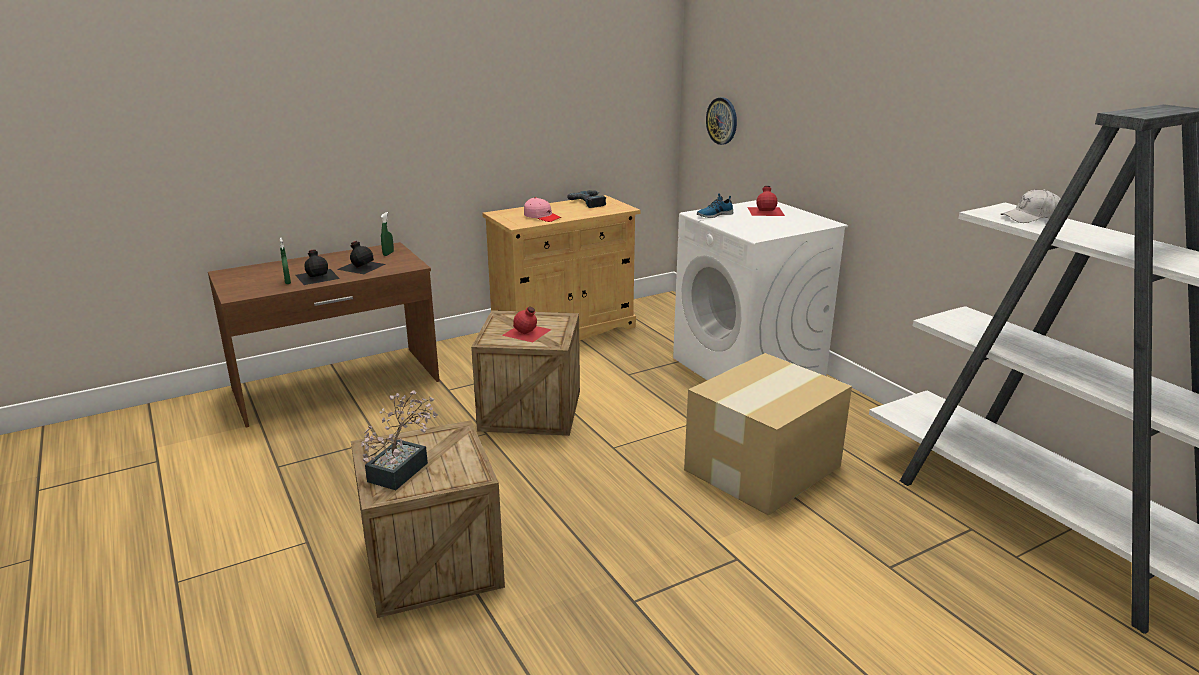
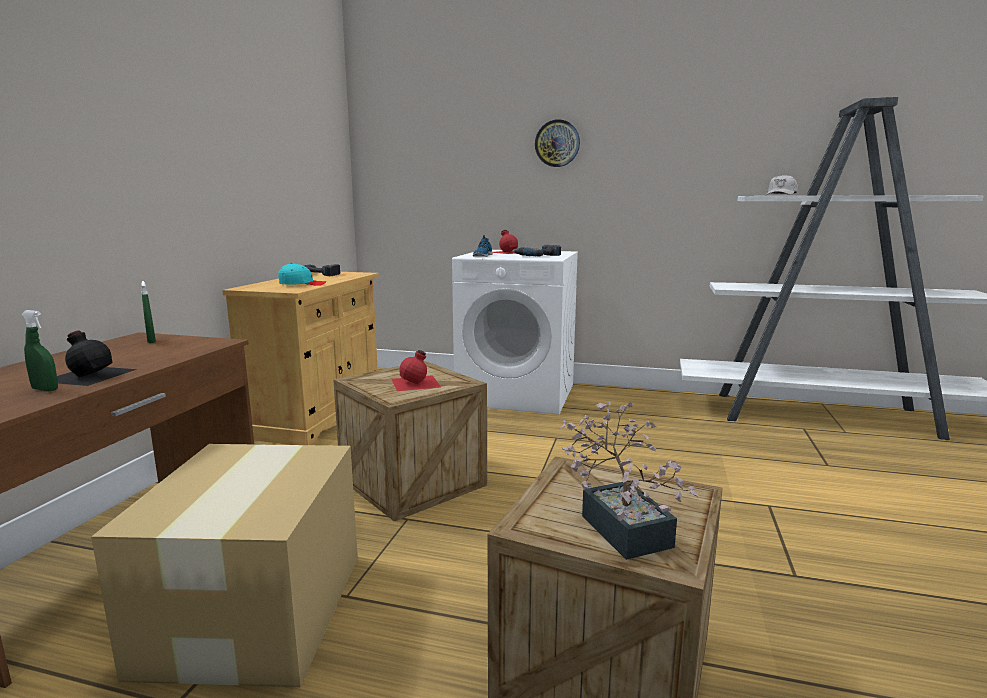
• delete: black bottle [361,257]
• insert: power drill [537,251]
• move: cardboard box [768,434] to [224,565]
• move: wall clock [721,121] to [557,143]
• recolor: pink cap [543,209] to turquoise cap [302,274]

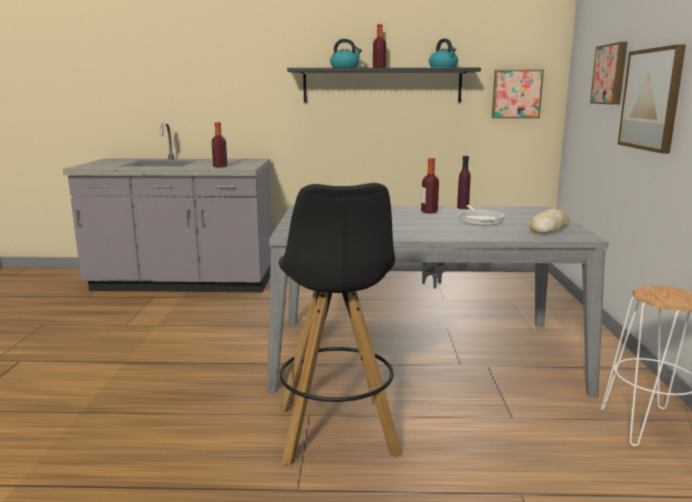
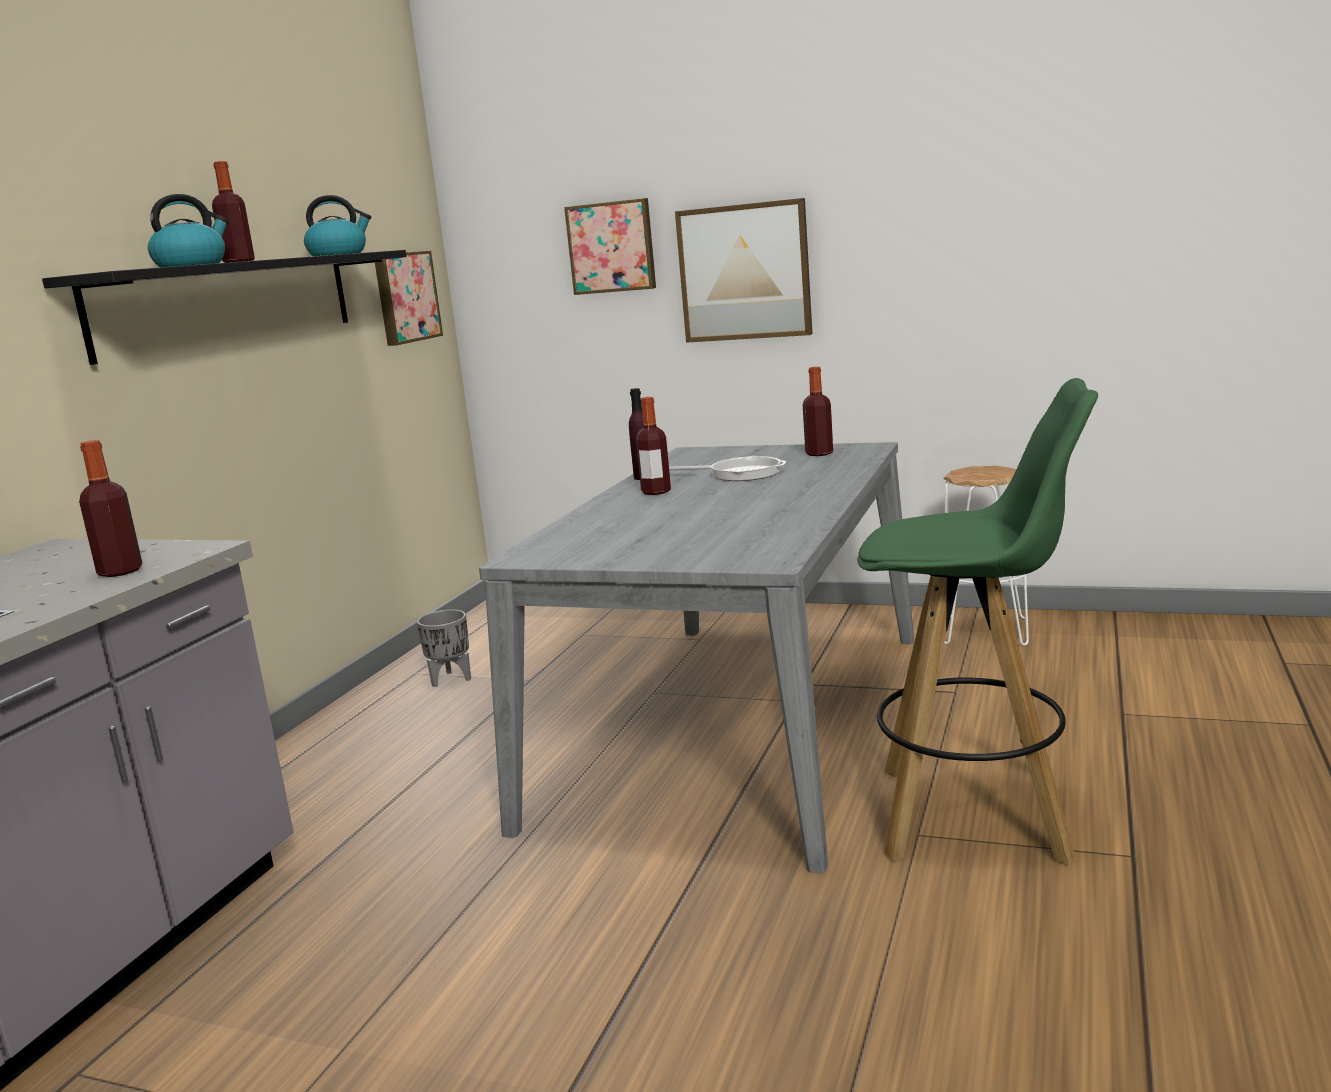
• replace: bread [549,221] to bottle [818,411]
• recolor: black stool [340,324] to green stool [977,621]

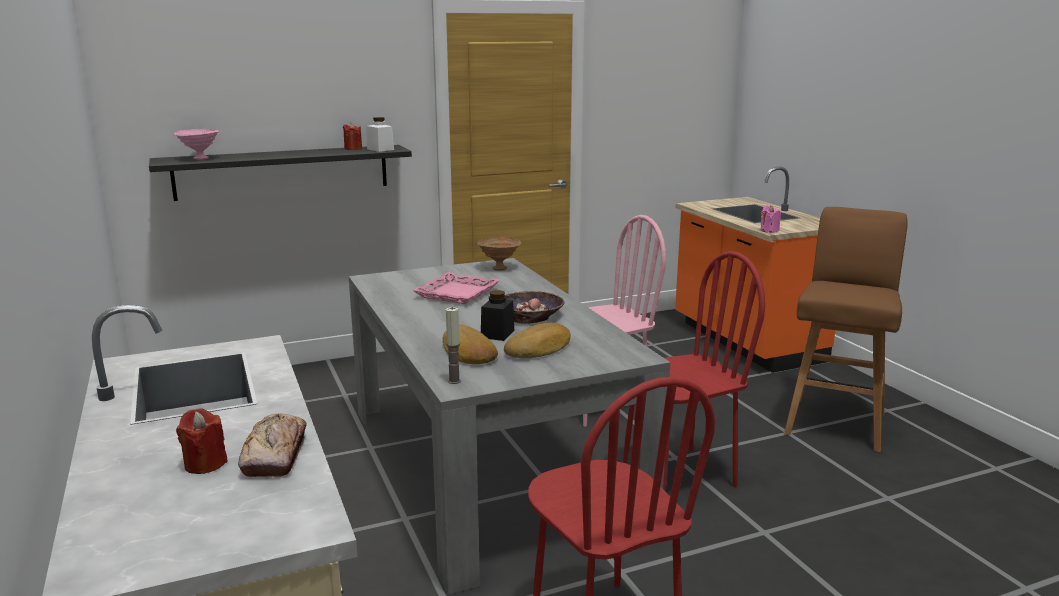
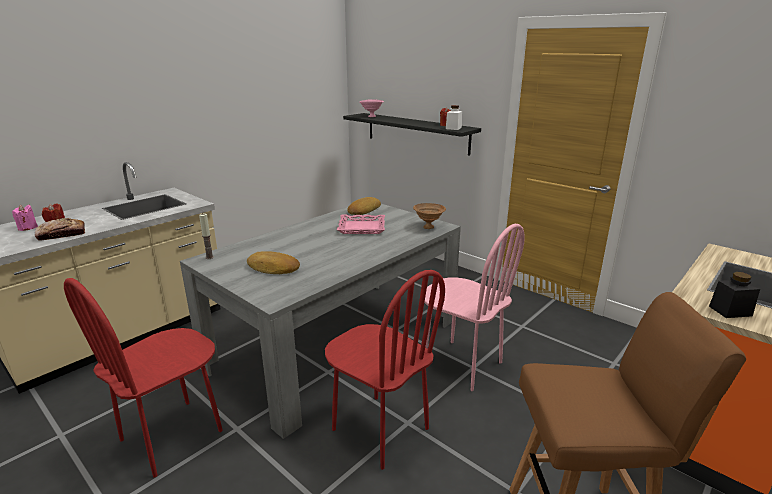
• delete: bowl [534,307]
• move: bread [470,344] to [364,206]
• move: black jar [497,315] to [734,295]
• move: pink candle [771,219] to [25,218]

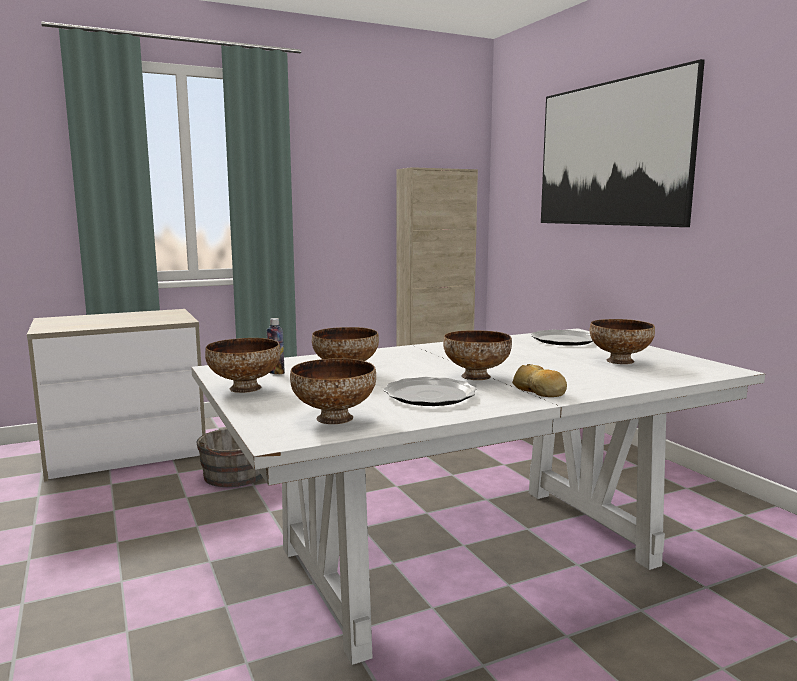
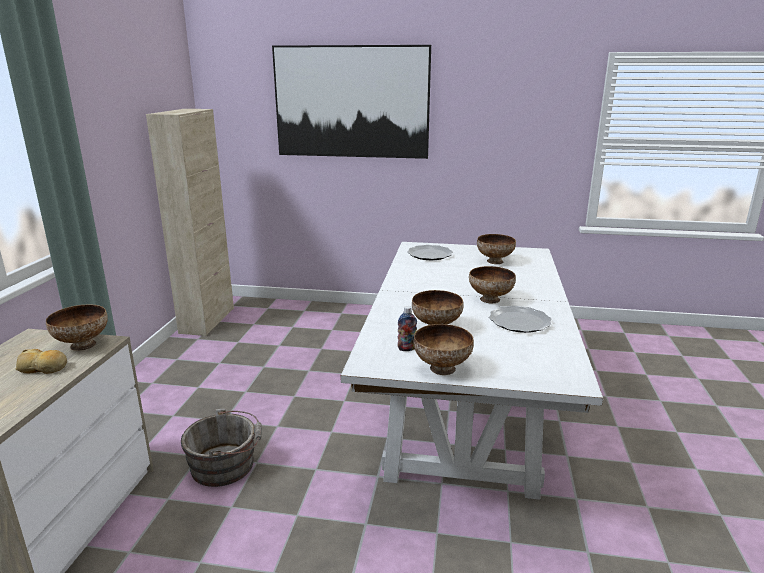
• move: bowl [333,391] to [77,328]
• move: bread [539,380] to [41,361]

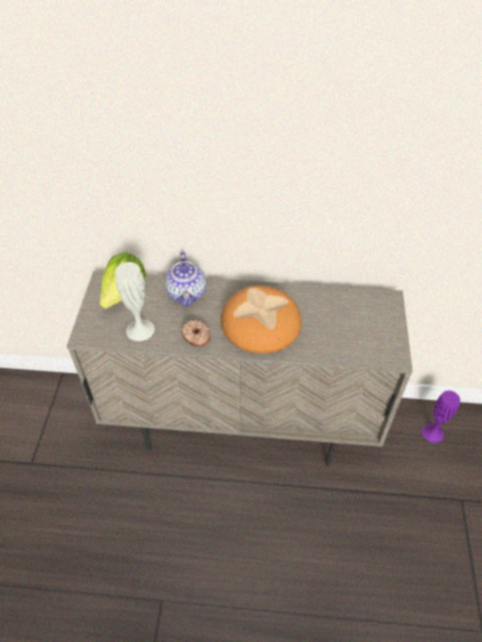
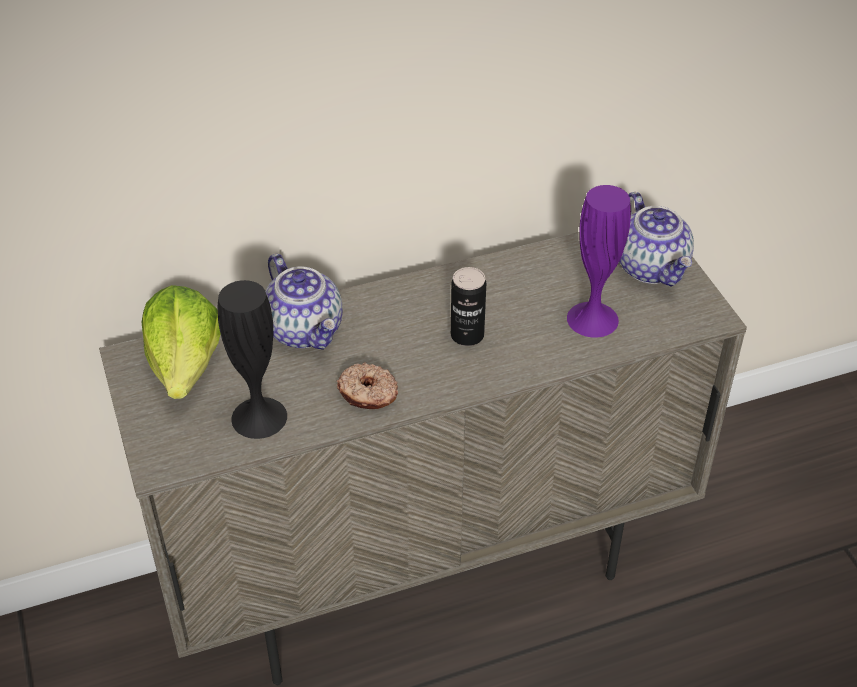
• insert: teapot [656,239]
• move: purple vase [441,417] to [599,261]
• replace: bread [261,319] to can [468,306]
• recolor: white vase [134,301] to black vase [252,359]

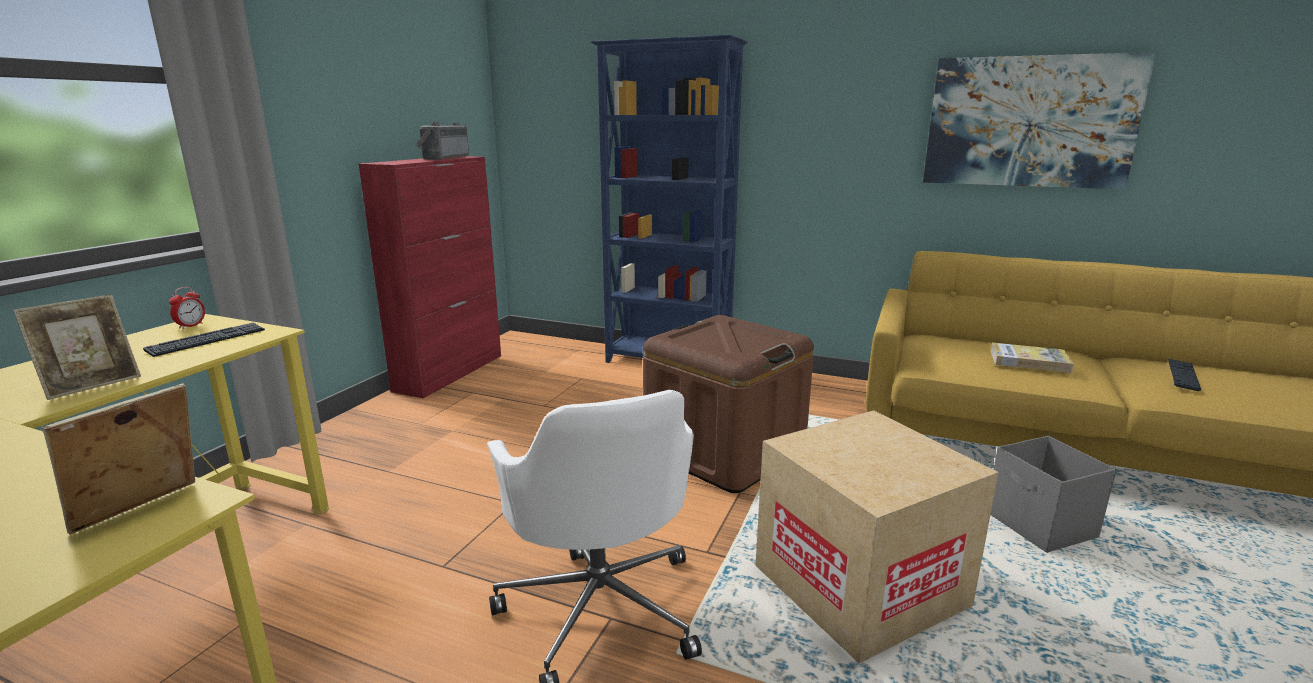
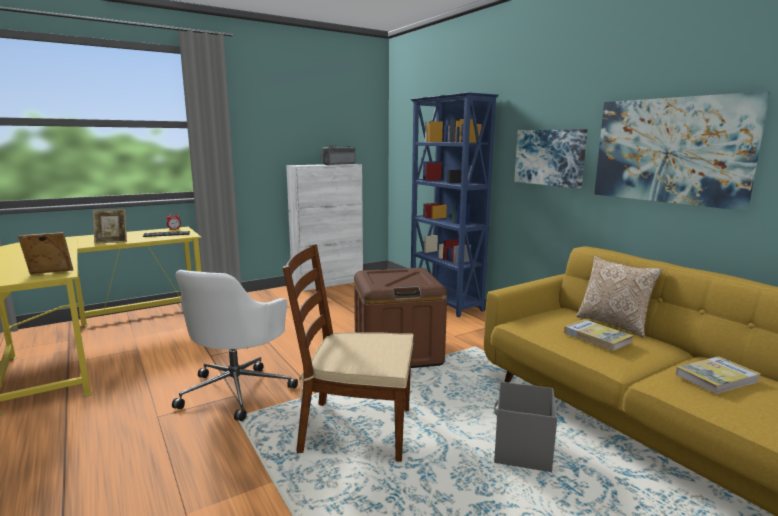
• insert: picture [550,158]
• insert: pillow [619,297]
• replace: cardboard box [877,536] to brown chair [348,352]
• replace: keyboard [1184,375] to book [718,375]
• recolor: red cabinet [430,277] to white cabinet [324,227]

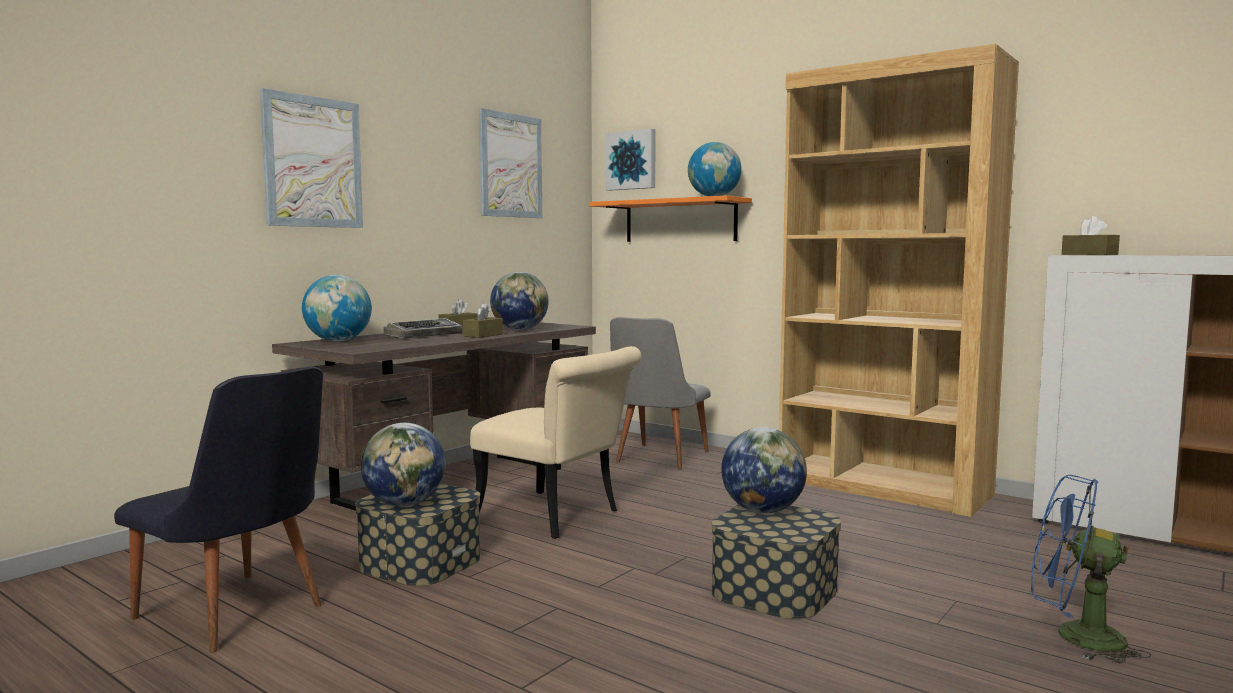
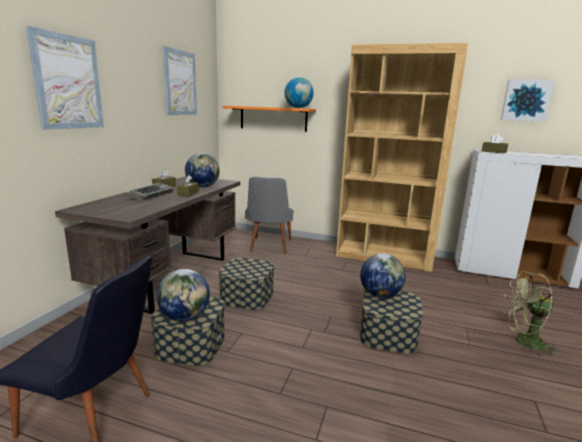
• delete: globe [337,308]
• move: picture [631,160] to [528,100]
• replace: beige chair [555,442] to storage box [246,284]
• recolor: blue fan [1091,569] to green fan [531,313]

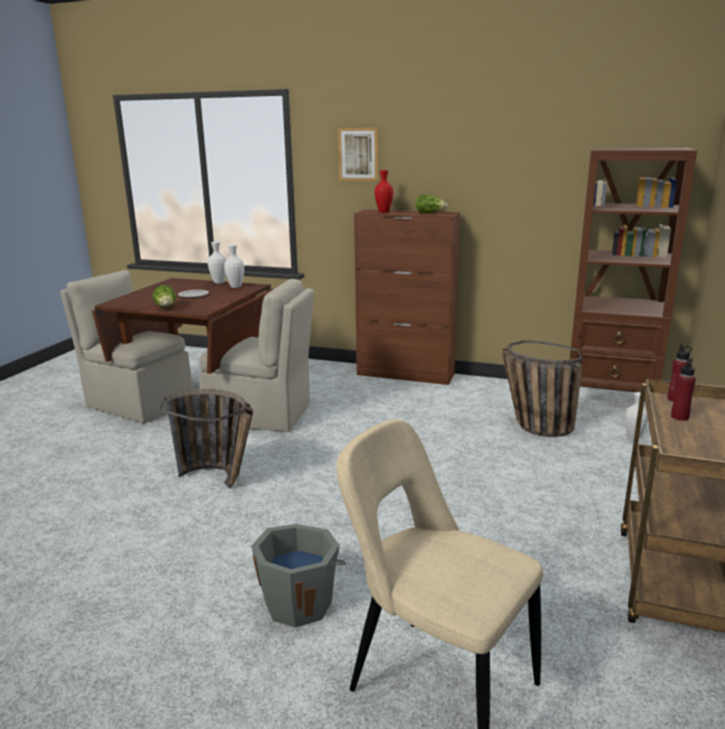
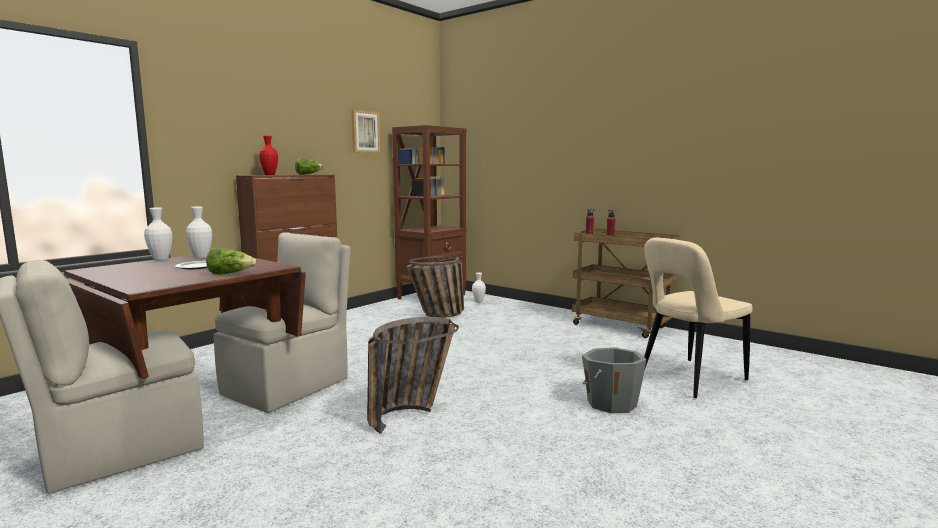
• move: picture [358,154] to [365,131]

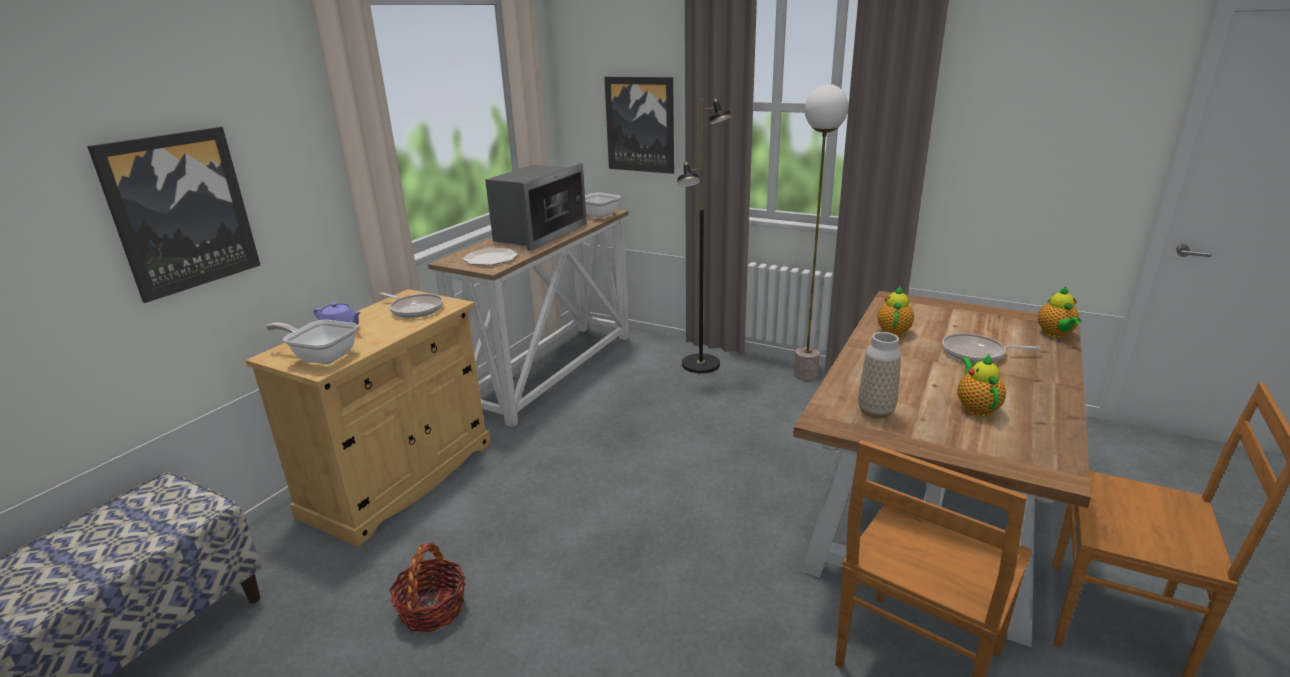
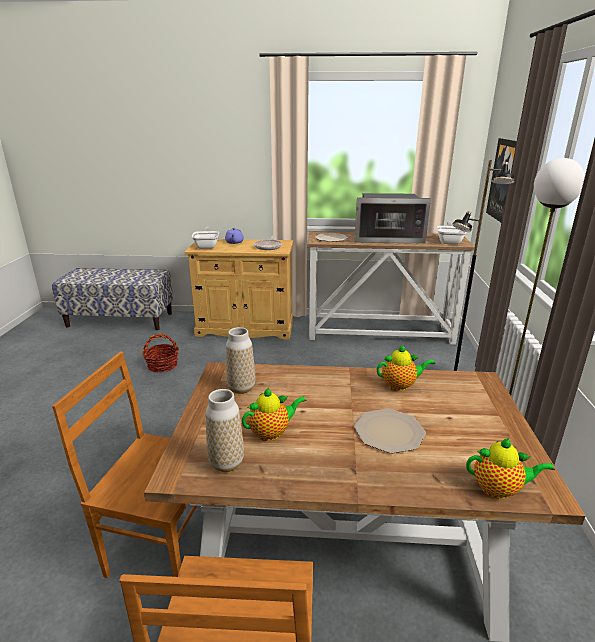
• delete: picture [173,215]
• insert: vase [225,430]
• replace: frying pan [991,348] to plate [390,431]
• rotate: teapot [1060,312] = [510,468] 150 degrees counterclockwise

